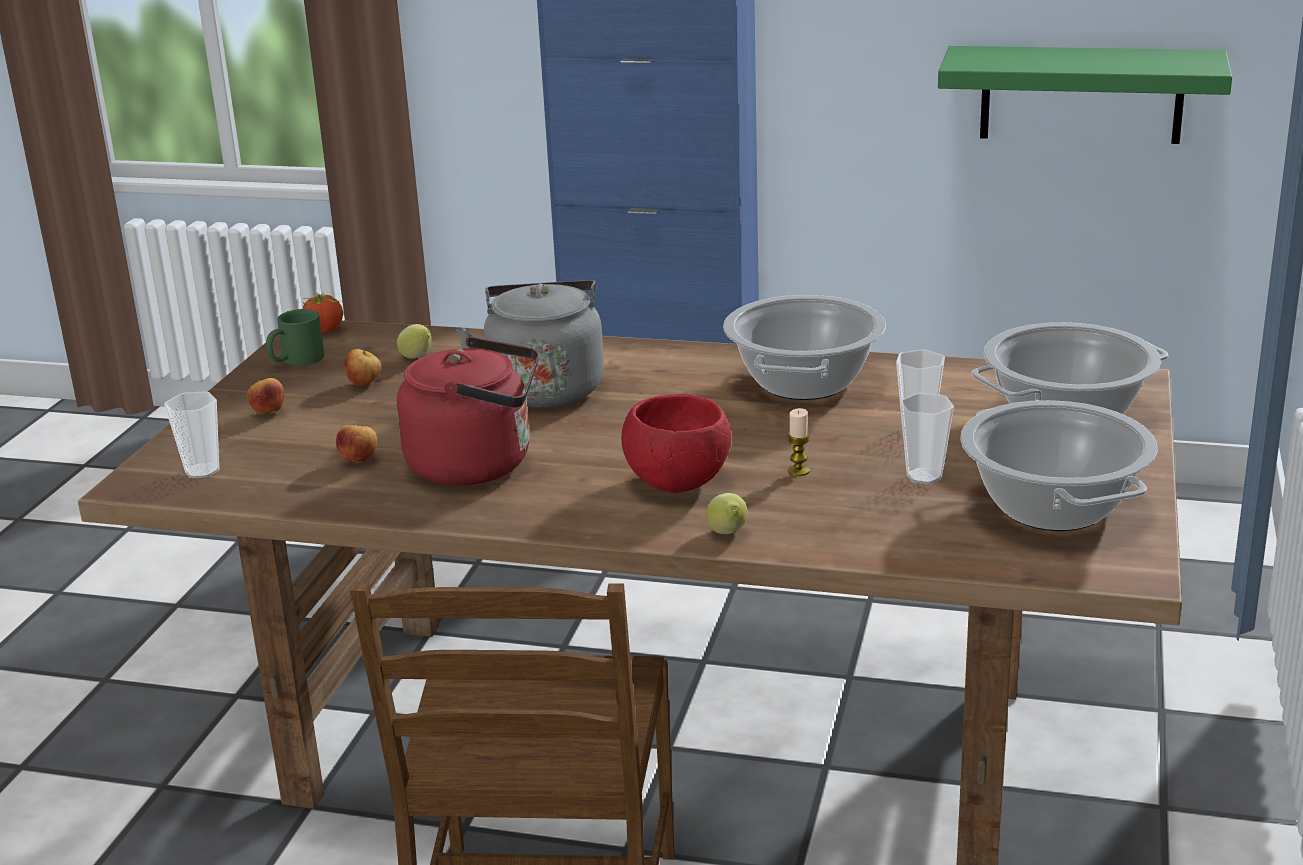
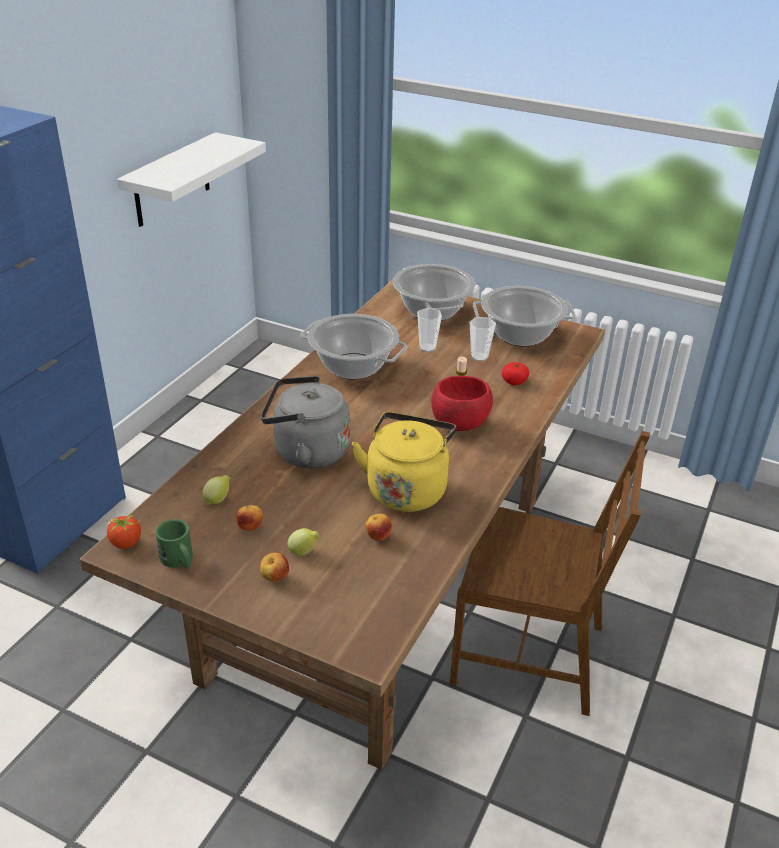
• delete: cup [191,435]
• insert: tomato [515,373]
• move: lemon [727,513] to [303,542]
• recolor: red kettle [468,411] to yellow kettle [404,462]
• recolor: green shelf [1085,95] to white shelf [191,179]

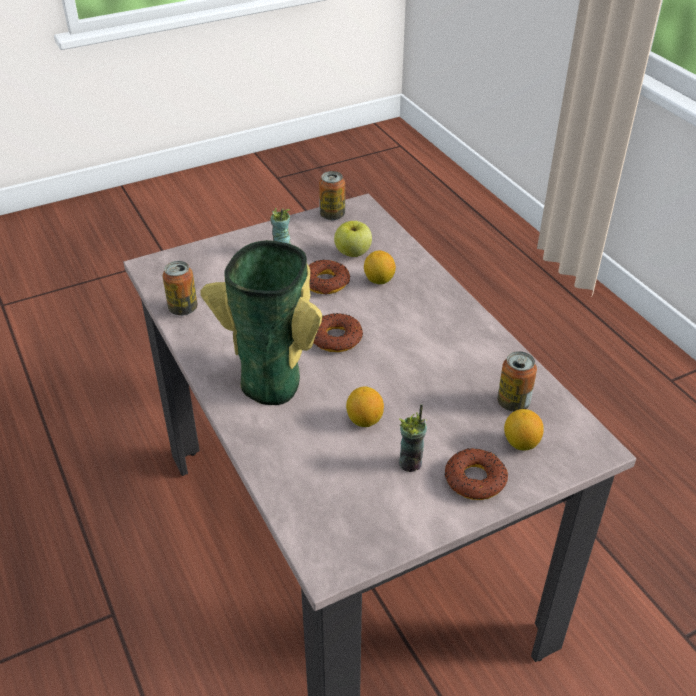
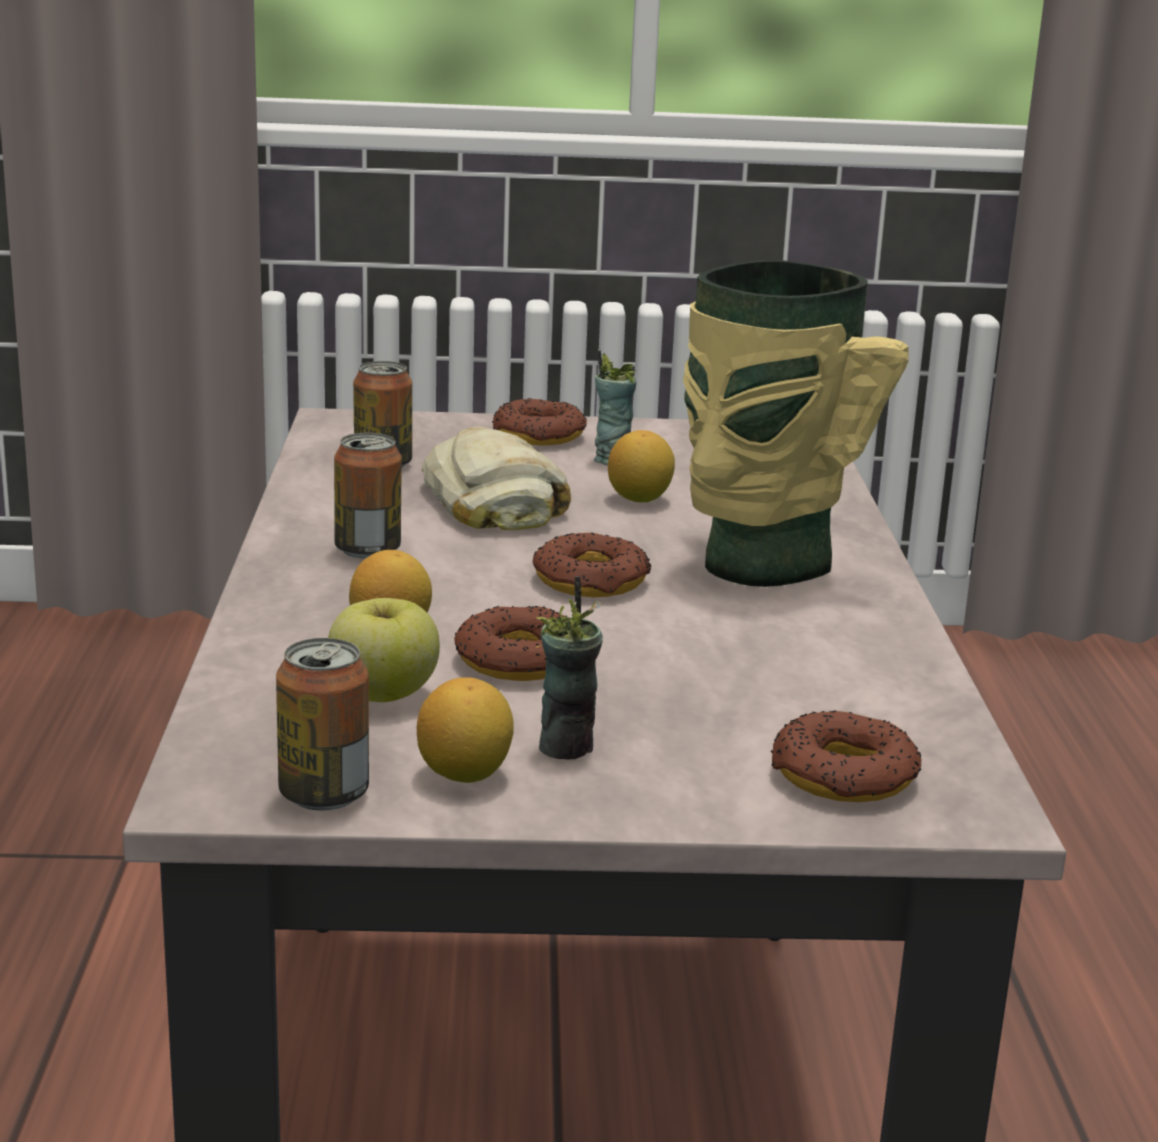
• insert: bread [496,478]
• insert: donut [846,756]
• move: can [180,288] to [368,496]
• move: lemon [524,429] to [465,730]

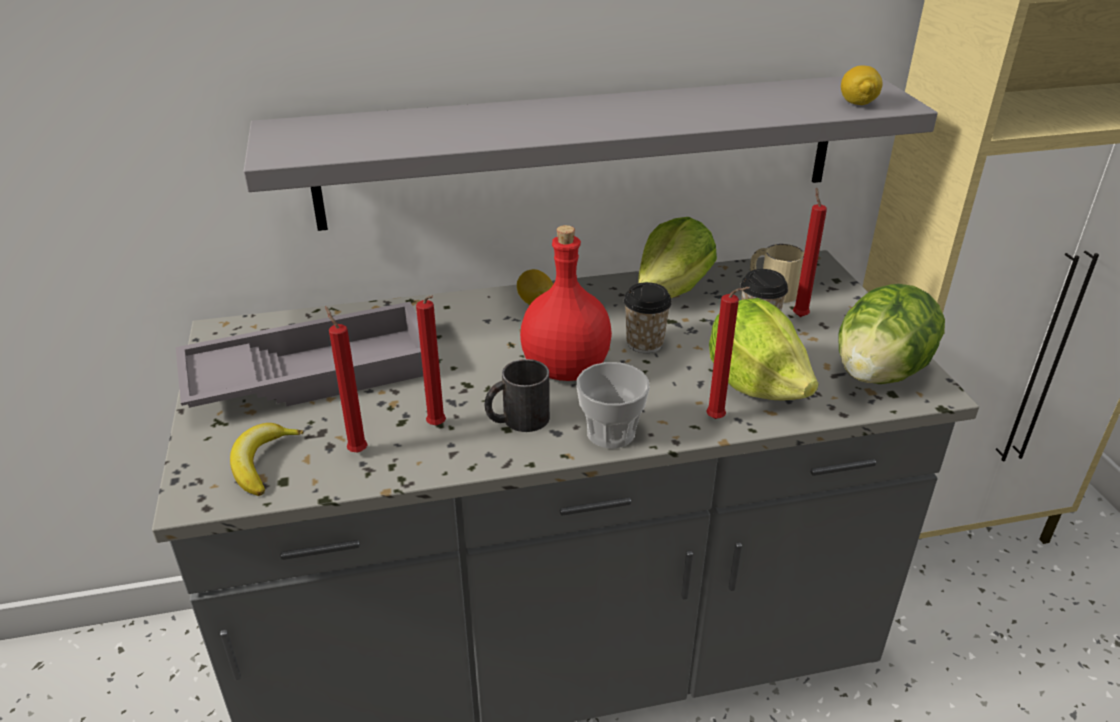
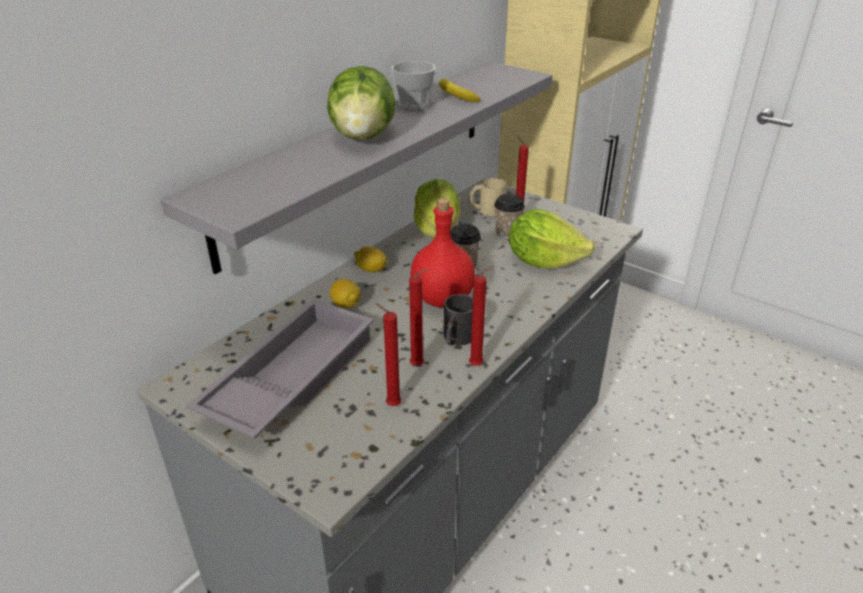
• move: banana [267,459] to [459,90]
• move: cup [613,405] to [413,86]
• move: red candle [727,353] to [481,316]
• move: lettuce [892,334] to [361,103]
• move: lemon [862,85] to [345,293]

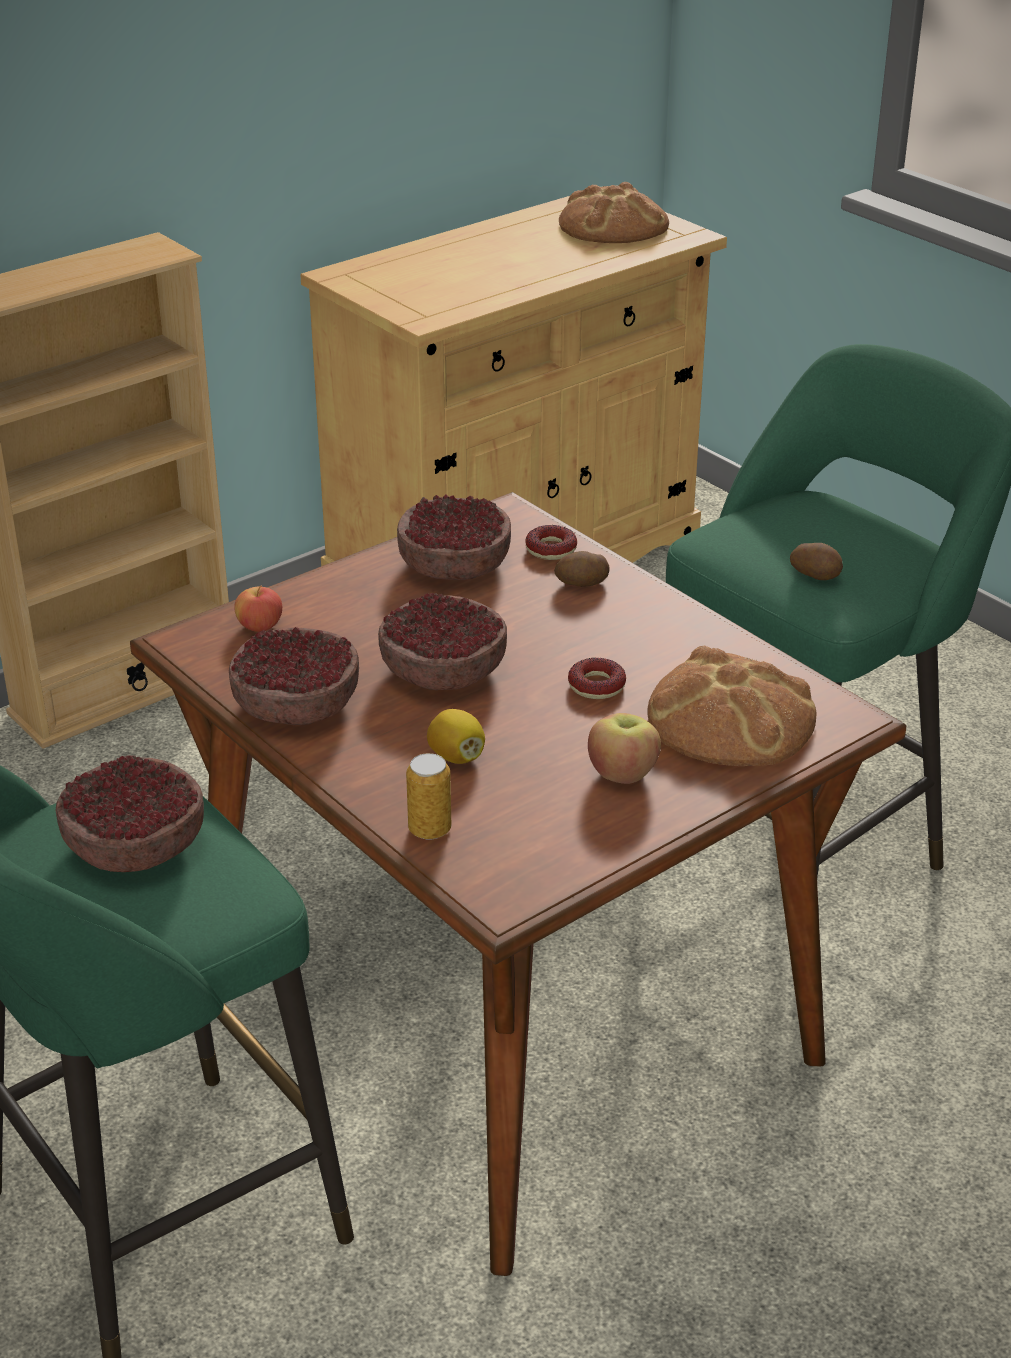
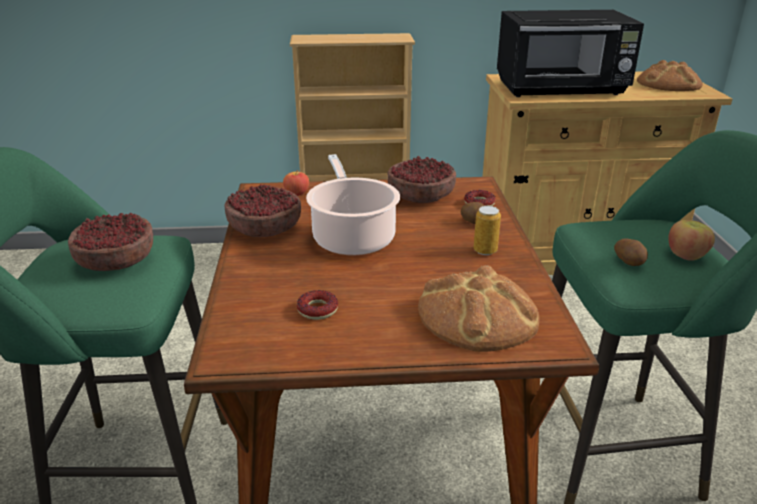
• delete: lemon [456,736]
• insert: black microwave [570,53]
• move: can [428,796] to [487,230]
• move: donut [597,678] to [317,305]
• move: apple [624,748] to [691,240]
• replace: bowl [442,641] to cooking pot [353,204]

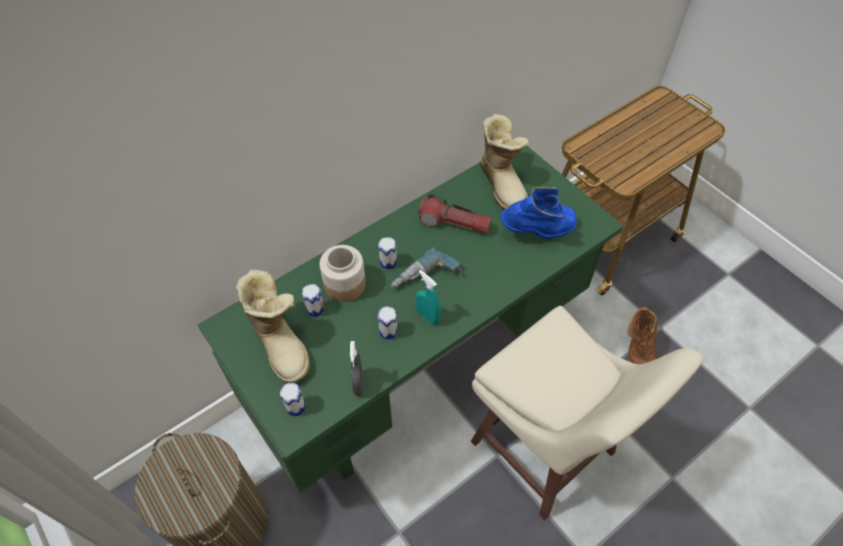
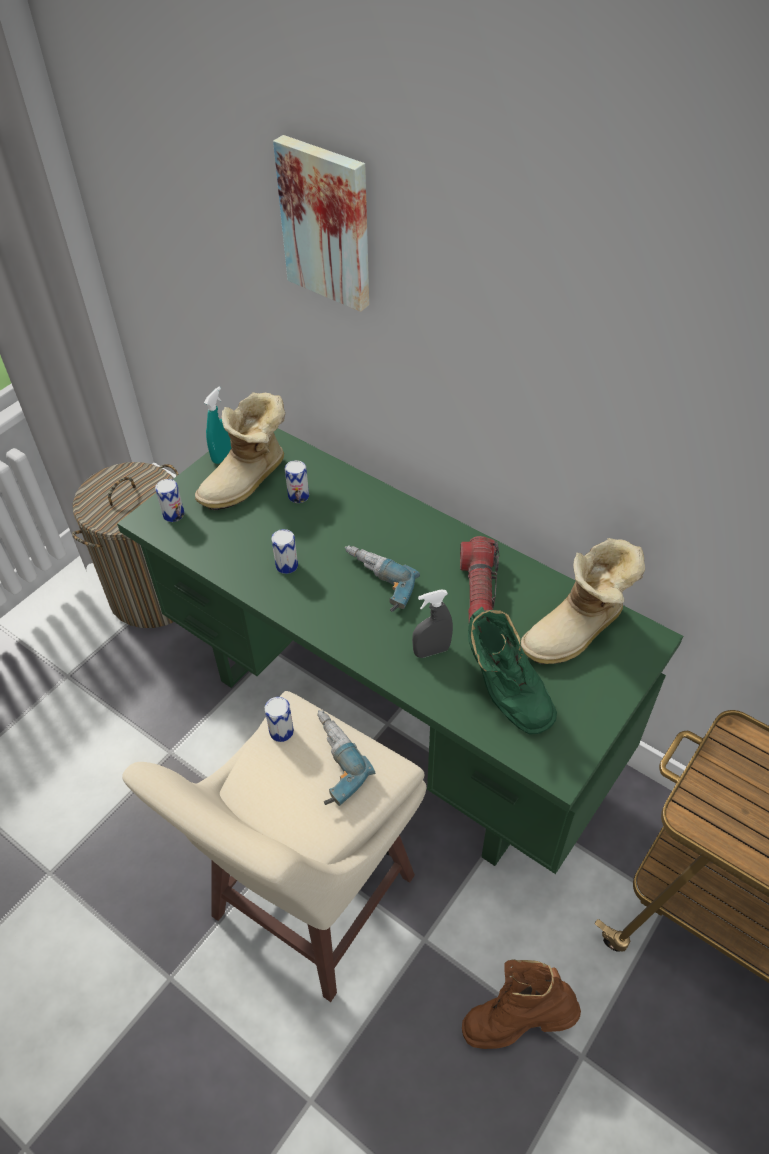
• delete: jar [342,273]
• insert: picture [321,223]
• insert: power drill [346,758]
• move: grey spray bottle [356,368] to [432,624]
• move: can [387,253] to [279,719]
• move: turquoise spray bottle [428,297] to [217,425]
• recolor: blue boot [539,213] to green boot [512,671]

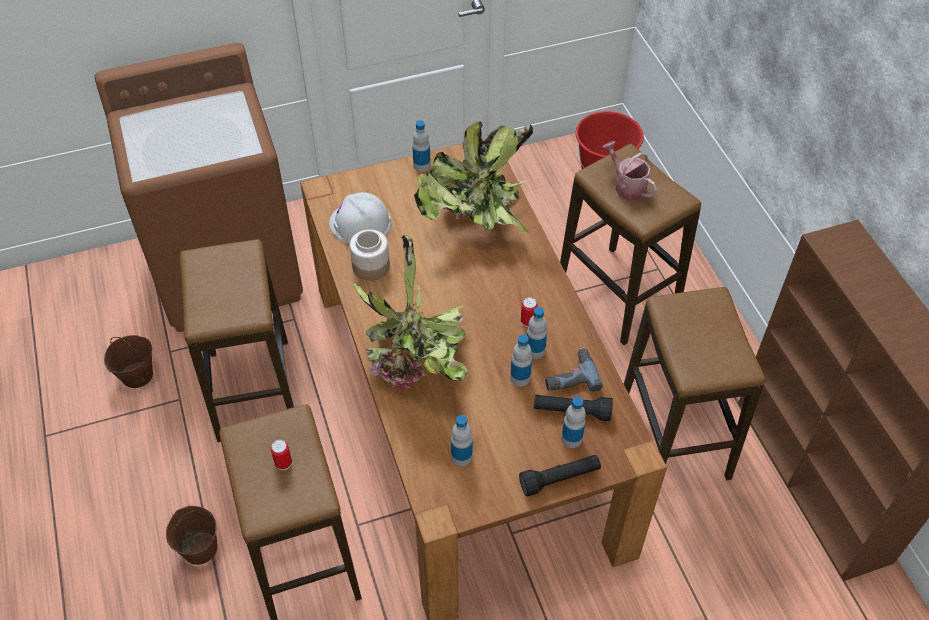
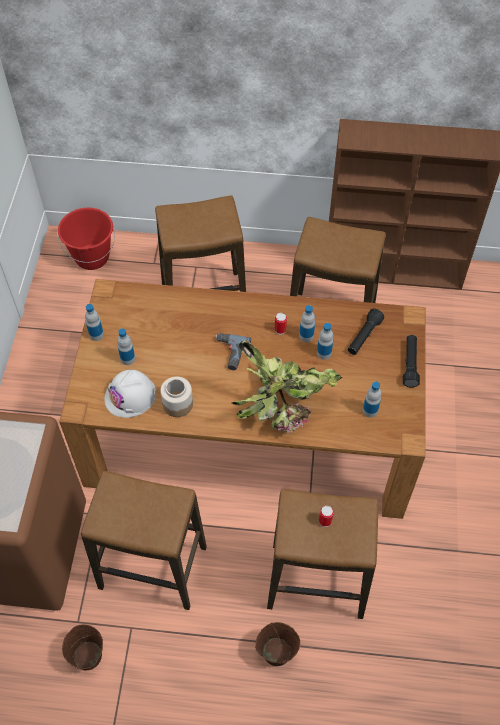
• delete: potted plant [473,178]
• delete: watering can [629,170]
• move: power drill [574,370] to [233,351]
• move: bottle [573,422] to [126,346]

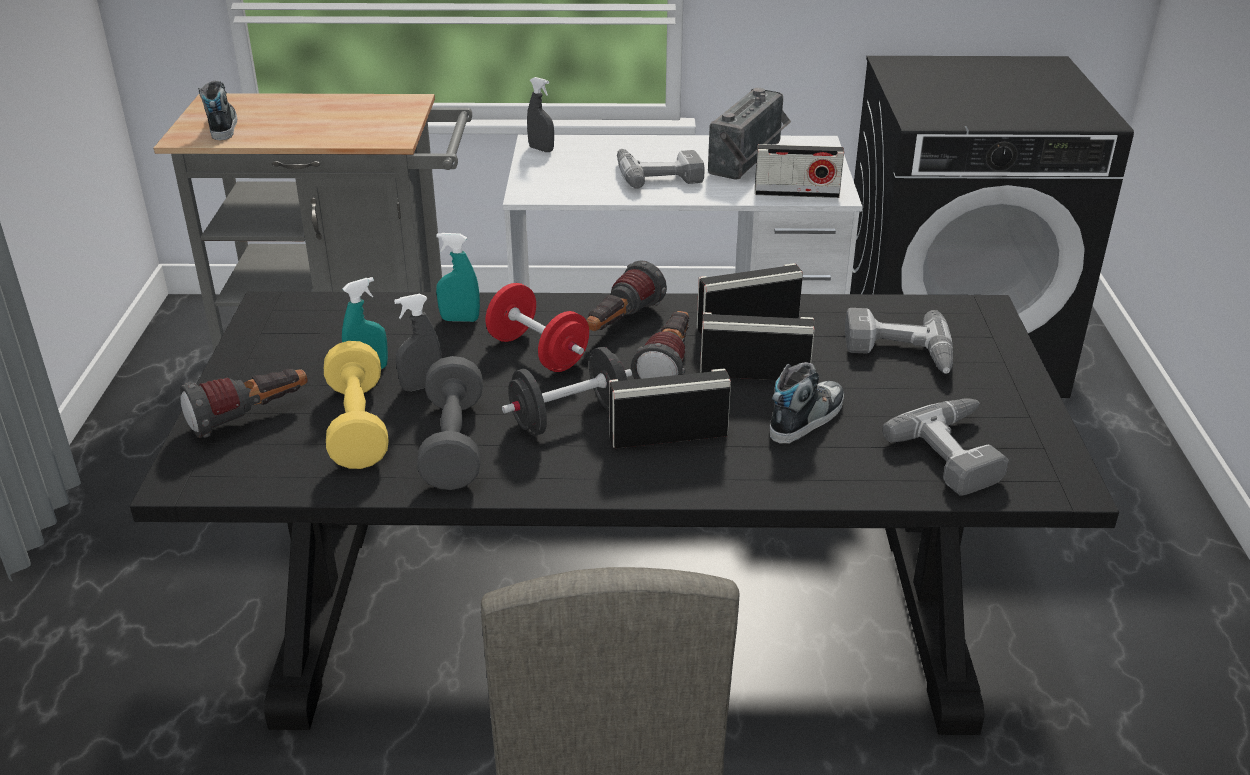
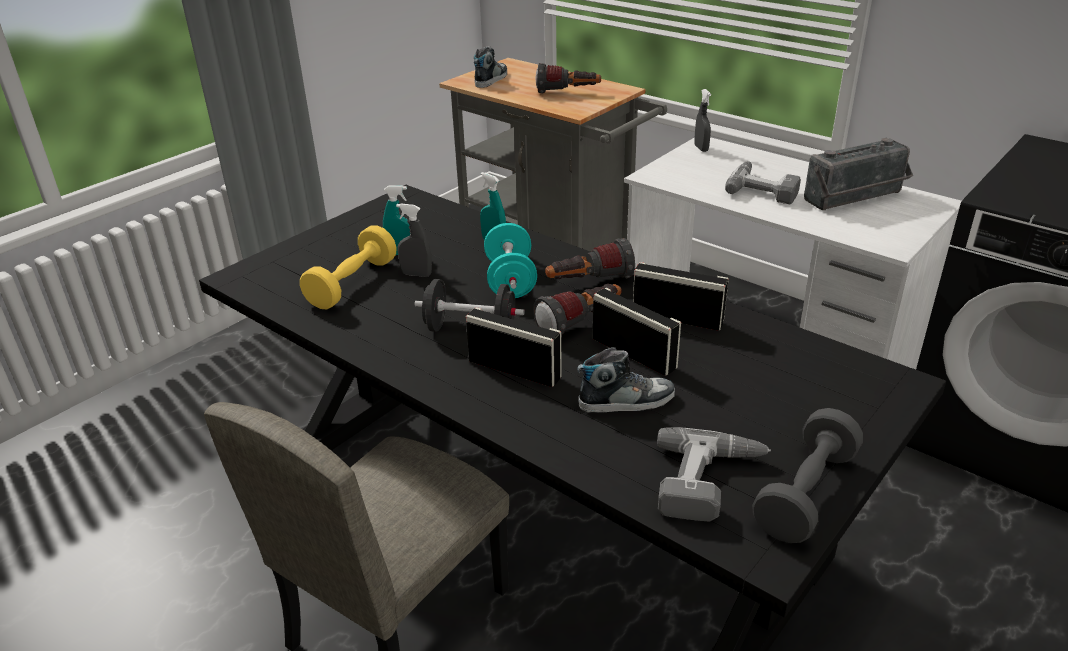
• delete: radio [799,171]
• delete: power drill [899,341]
• move: flashlight [244,403] to [568,78]
• move: grey dumbbell [450,423] to [807,475]
• recolor: red dumbbell [537,327] to turquoise dumbbell [510,260]

